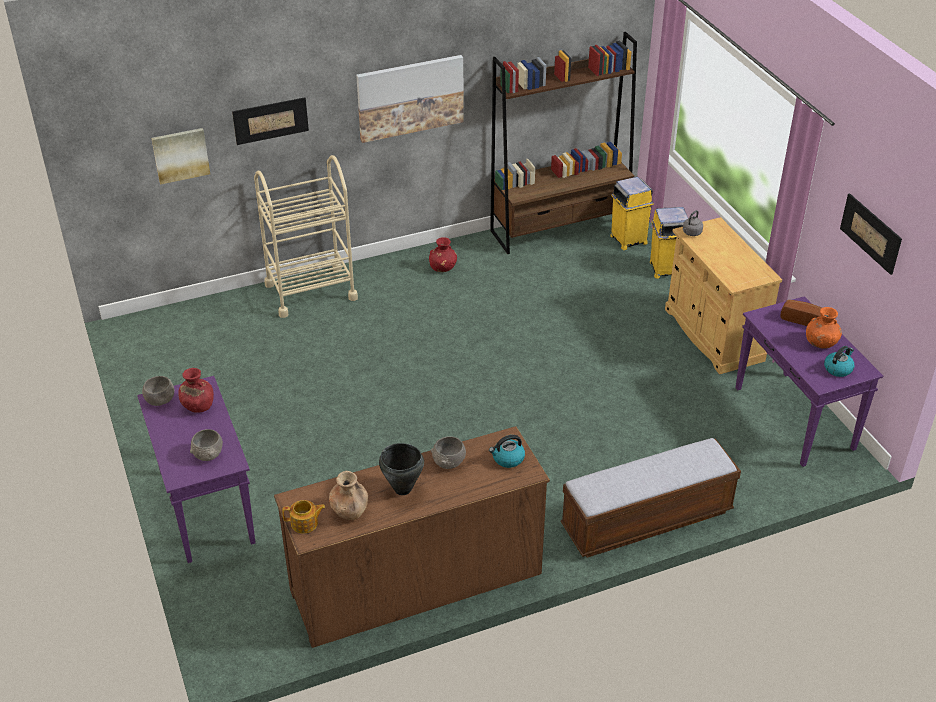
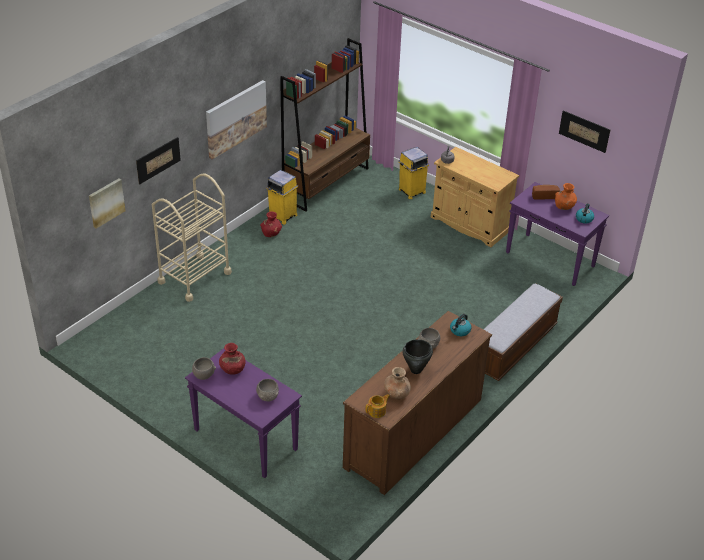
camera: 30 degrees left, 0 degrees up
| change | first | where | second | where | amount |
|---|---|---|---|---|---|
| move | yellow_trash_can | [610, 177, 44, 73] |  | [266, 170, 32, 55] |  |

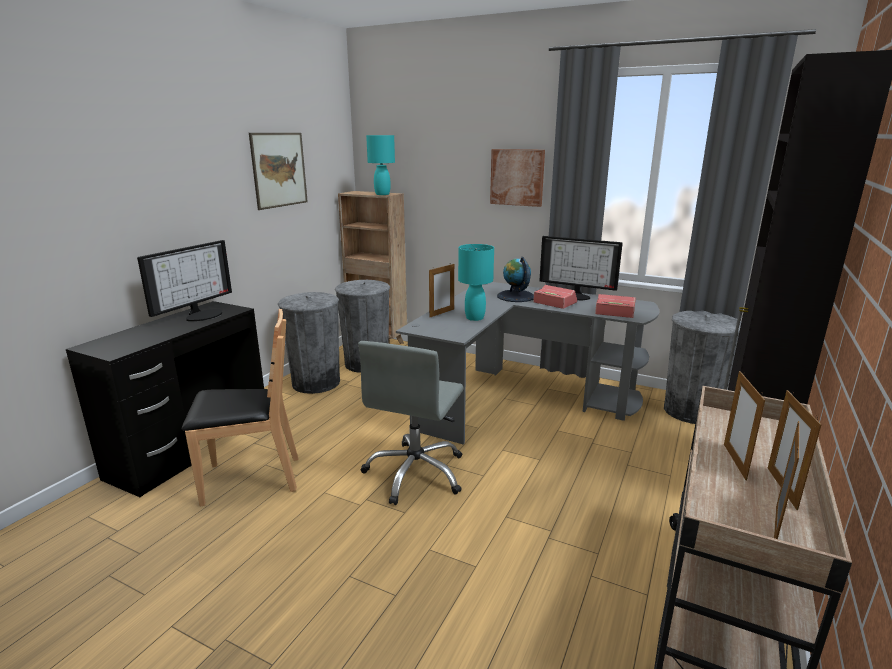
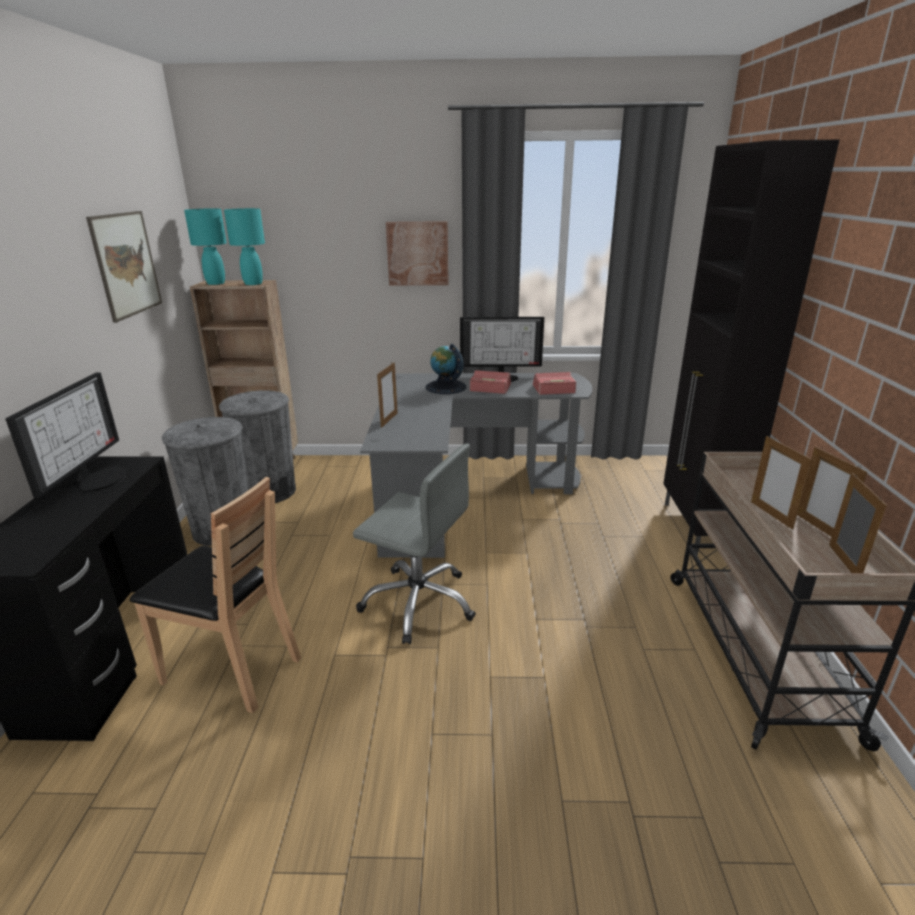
camera: 25 degrees left, 5 degrees up
| change | first | where | second | where | amount |
|---|---|---|---|---|---|
| delete | grey_trash_can | [664, 311, 77, 113] |  |  |  |
| move | turquoise_table_lamp | [458, 244, 36, 77] |  | [184, 209, 43, 76] |  |
| rotate | brown_chair | [182, 309, 116, 197] |  | [130, 477, 171, 236] | 60 degrees clockwise |
| rotate | grey_office_chair | [358, 341, 106, 164] |  | [353, 444, 123, 200] | 60 degrees counterclockwise |

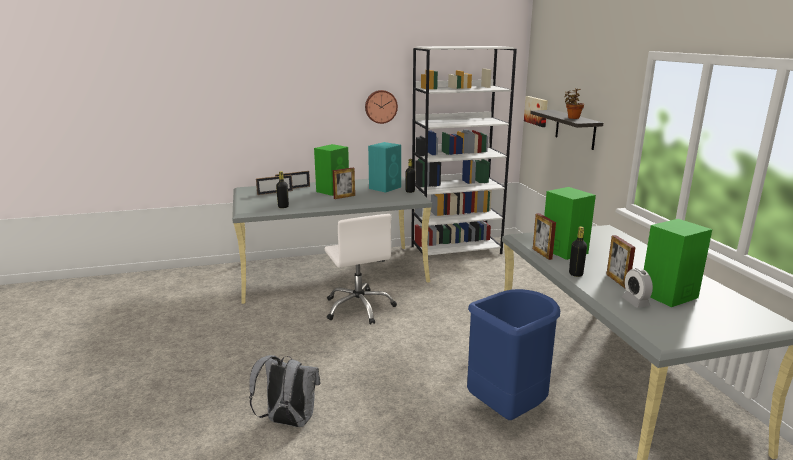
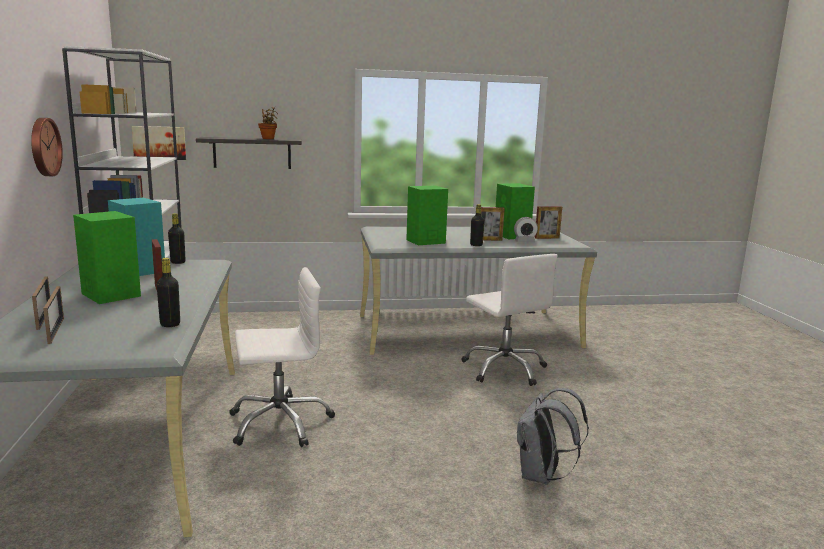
camera: 85 degrees left, 5 degrees down
| change | first | where | second | where | amount |
|---|---|---|---|---|---|
| move | picture_frame | [533, 213, 23, 47] |  | [535, 206, 27, 33] |  |
| replace | blue_trash_can | [467, 289, 93, 131] | white_office_chair | [461, 254, 96, 132] |  |

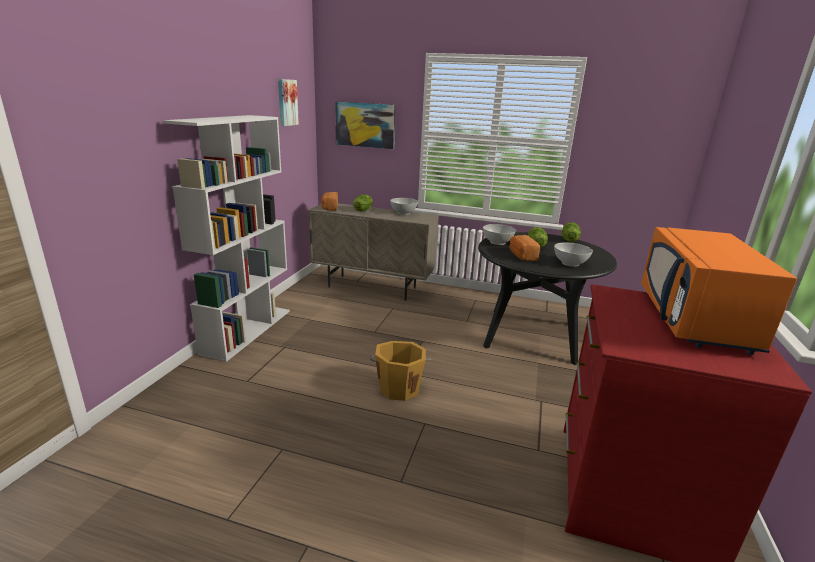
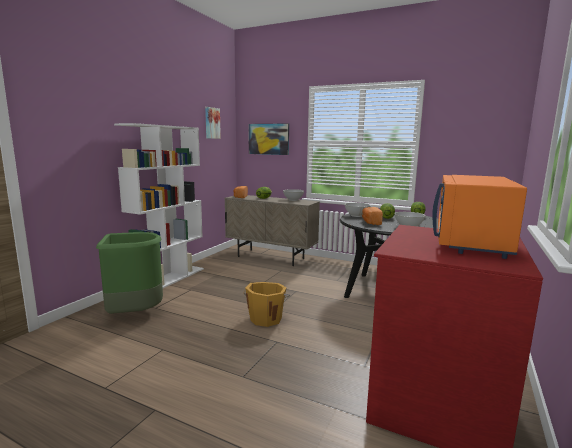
camera: 10 degrees right, 10 degrees down
| change | first | where | second | where | amount |
|---|---|---|---|---|---|
| insert |  |  | green_trash_can | [96, 232, 67, 82] |  |

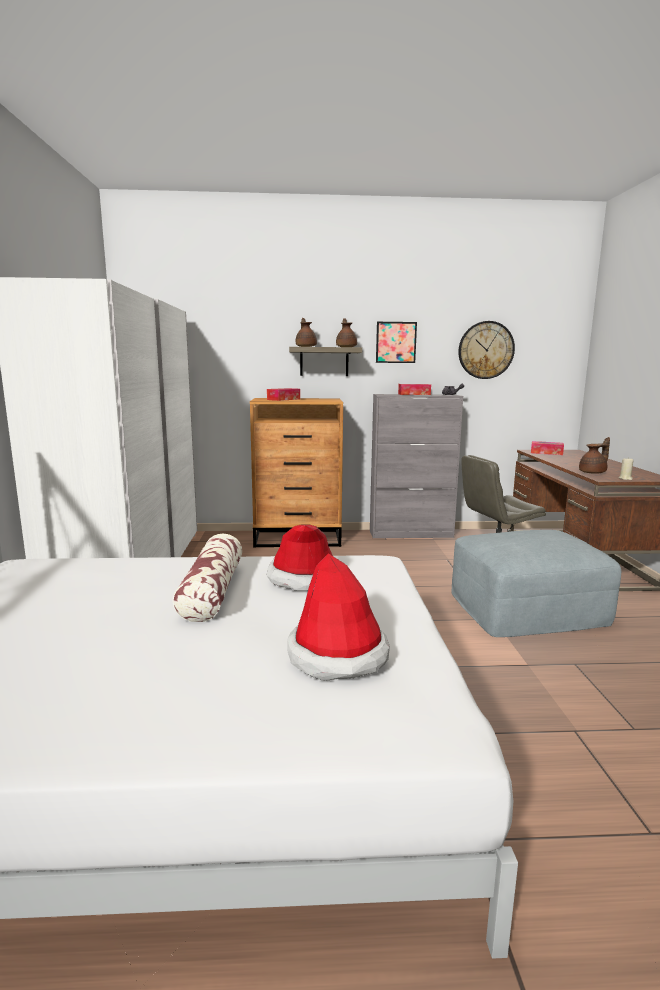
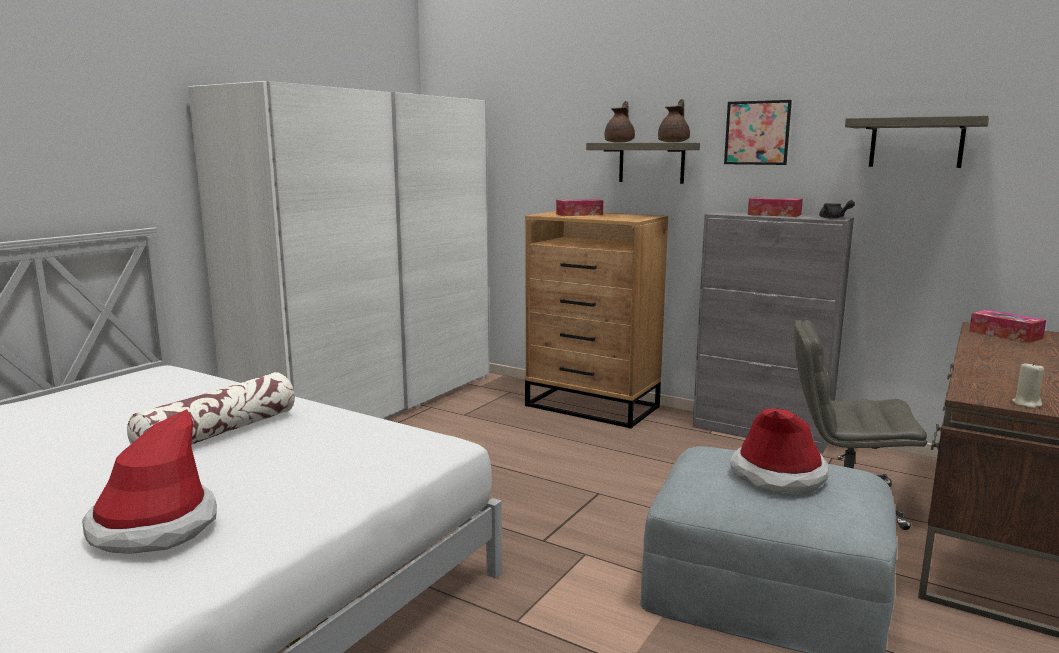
camera: 35 degrees right, 0 degrees up
| change | first | where | second | where | amount |
|---|---|---|---|---|---|
| delete | brown_teapot | [579, 437, 31, 37] |  |  |  |
| move | hat | [267, 525, 66, 65] |  | [730, 408, 99, 85] |  |
| replace | wall_clock | [458, 321, 57, 58] | shelf | [845, 116, 144, 52] |  |

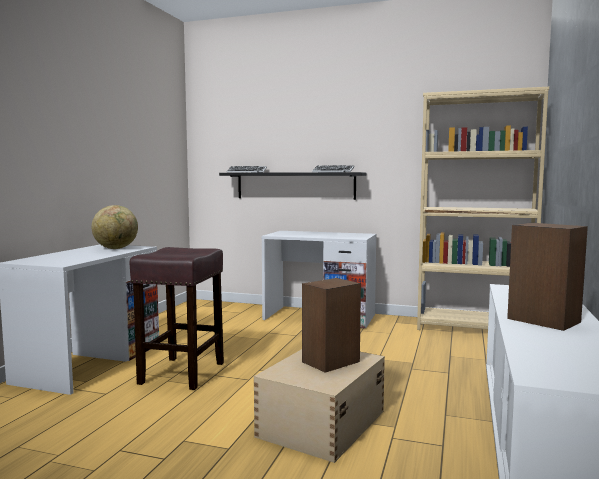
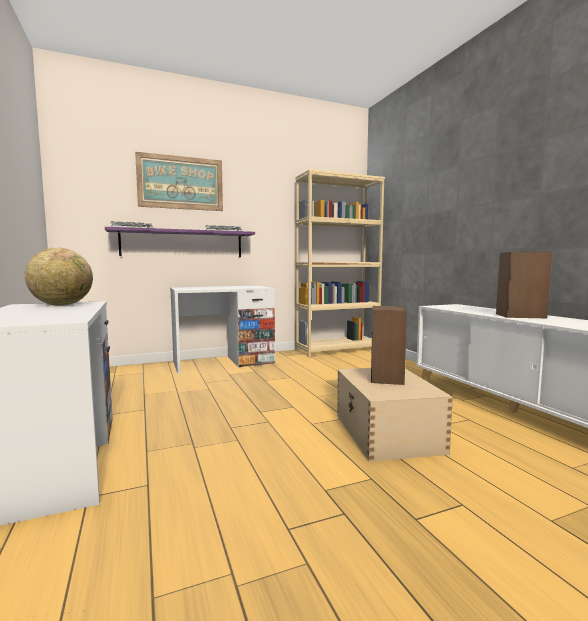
camera: 40 degrees left, 0 degrees up
| change | first | where | second | where | amount |
|---|---|---|---|---|---|
| delete | brown_stool | [129, 247, 95, 143] |  |  |  |
| insert |  |  | picture | [135, 152, 88, 59] |  |
| recolor | black_shelf | [219, 172, 147, 28] | purple_shelf | [105, 227, 150, 30] |  |

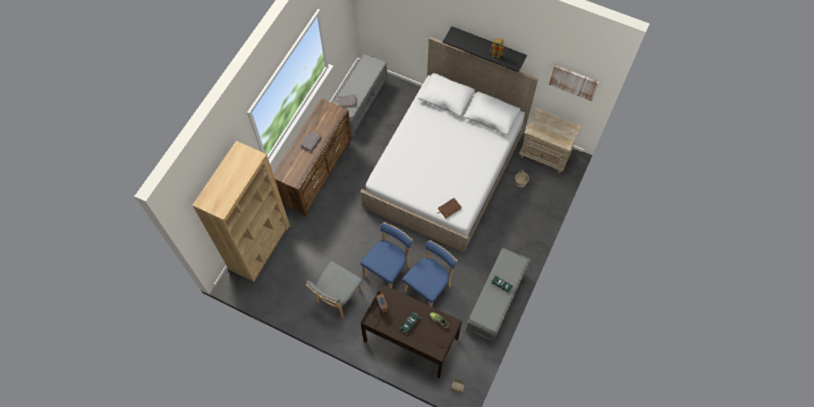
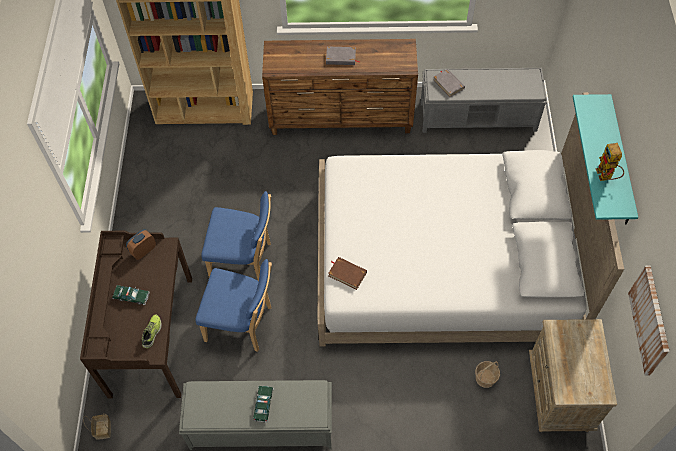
camera: 65 degrees right, 5 degrees down
| change | first | where | second | where | amount |
|---|---|---|---|---|---|
| delete | grey_chair | [306, 261, 57, 57] |  |  |  |
| recolor | black_shelf | [443, 26, 84, 46] | turquoise_shelf | [573, 94, 65, 130] |  |

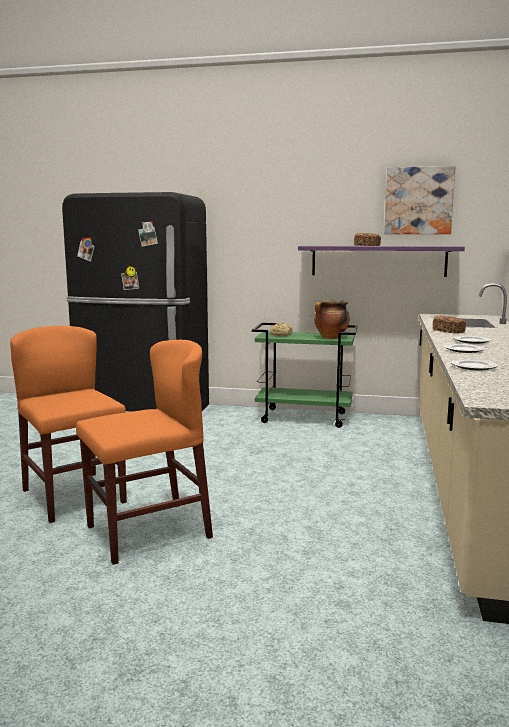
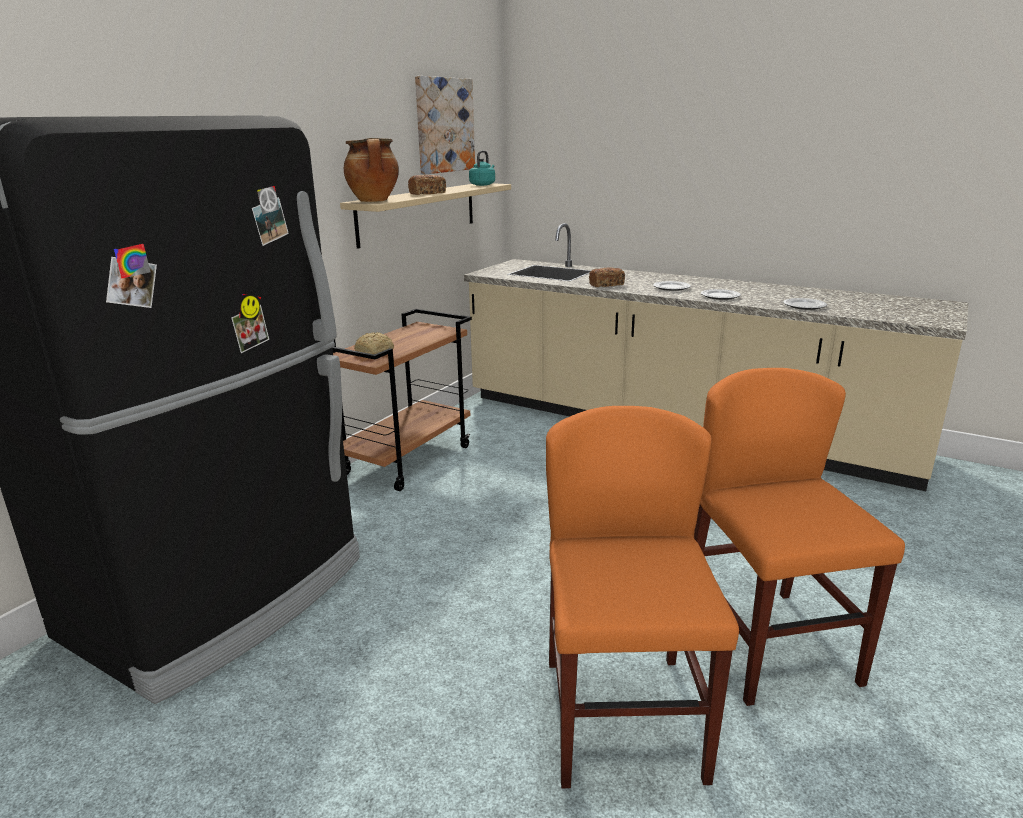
camera: 70 degrees left, 10 degrees up
| change | first | where | second | where | amount |
|---|---|---|---|---|---|
| insert |  |  | turquoise_kettle | [469, 150, 26, 36] |  |
| move | cooking_pot | [314, 300, 36, 39] |  | [344, 138, 55, 64] |  |
| recolor | green_cart | [252, 323, 106, 105] | brown_cart | [332, 309, 140, 182] |  |
| recolor | purple_shelf | [298, 246, 167, 31] | beige_shelf | [340, 183, 171, 66] |  |
| rotate | orange_chair | [10, 326, 117, 197] |  | [546, 406, 193, 382] | 105 degrees clockwise |

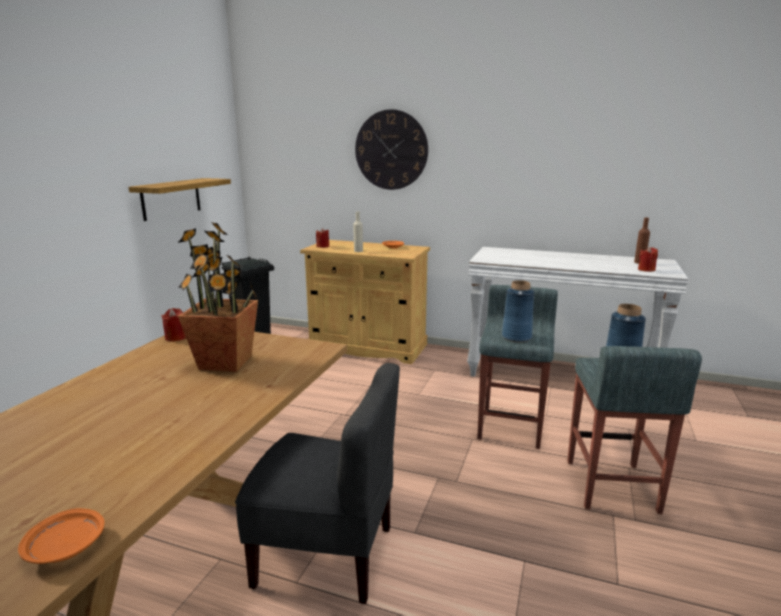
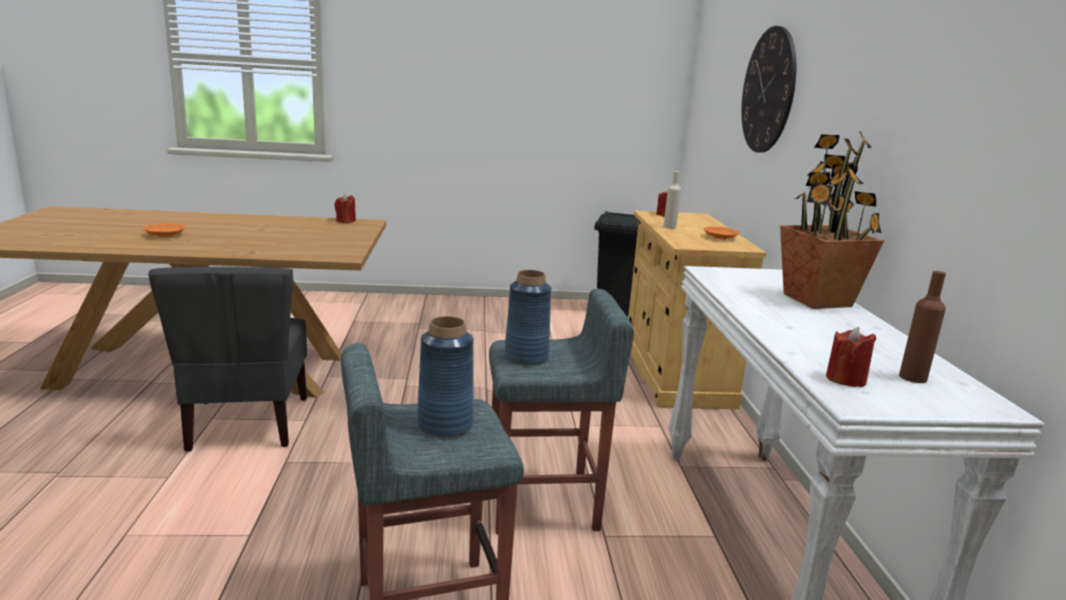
camera: 65 degrees right, 0 degrees up
| change | first | where | second | where | amount |
|---|---|---|---|---|---|
| delete | shelf | [128, 178, 103, 43] |  |  |  |
| move | orange_plate | [18, 508, 87, 56] |  | [143, 223, 42, 14] |  |
| move | potted_plant | [178, 222, 80, 150] |  | [780, 131, 104, 178] |  |

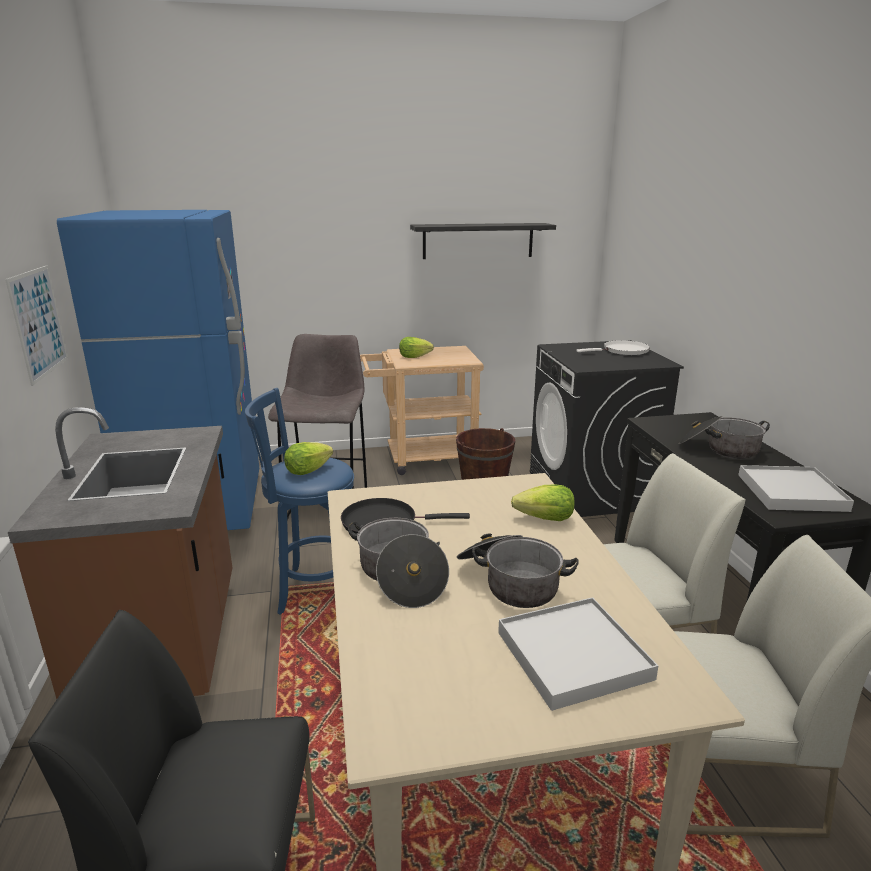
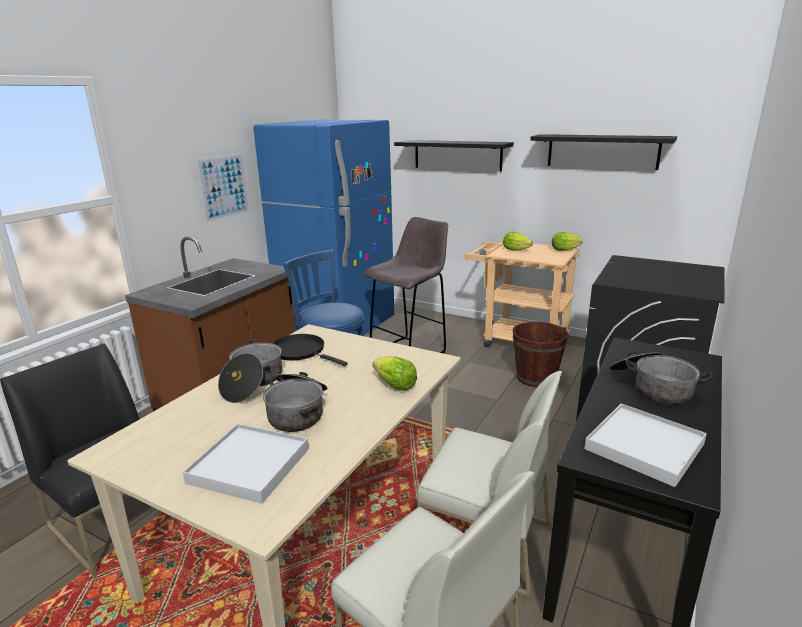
camera: 40 degrees right, 0 degrees up
| change | first | where | second | where | amount |
|---|---|---|---|---|---|
| delete | white_frying_pan | [576, 340, 74, 15] |  |  |  |
| insert |  |  | black_shelf | [394, 140, 120, 32] |  |
| move | lettuce | [284, 442, 49, 33] |  | [552, 232, 31, 19] |  |

